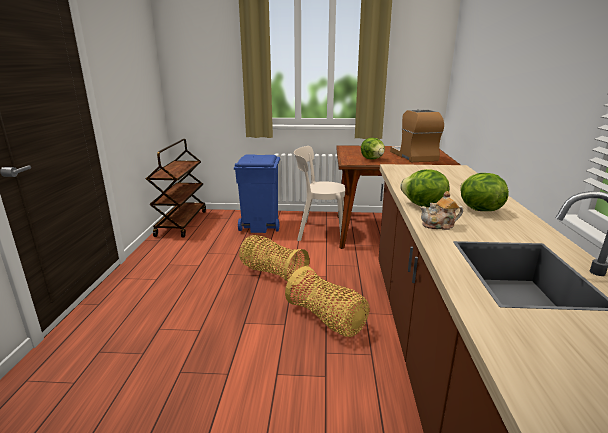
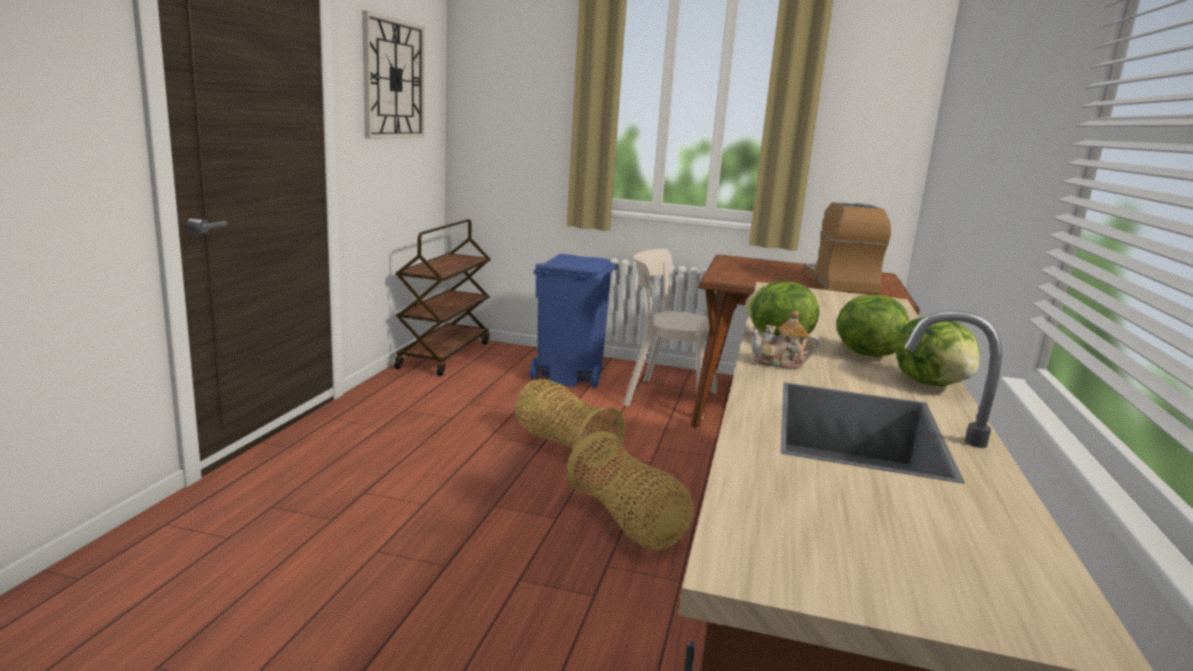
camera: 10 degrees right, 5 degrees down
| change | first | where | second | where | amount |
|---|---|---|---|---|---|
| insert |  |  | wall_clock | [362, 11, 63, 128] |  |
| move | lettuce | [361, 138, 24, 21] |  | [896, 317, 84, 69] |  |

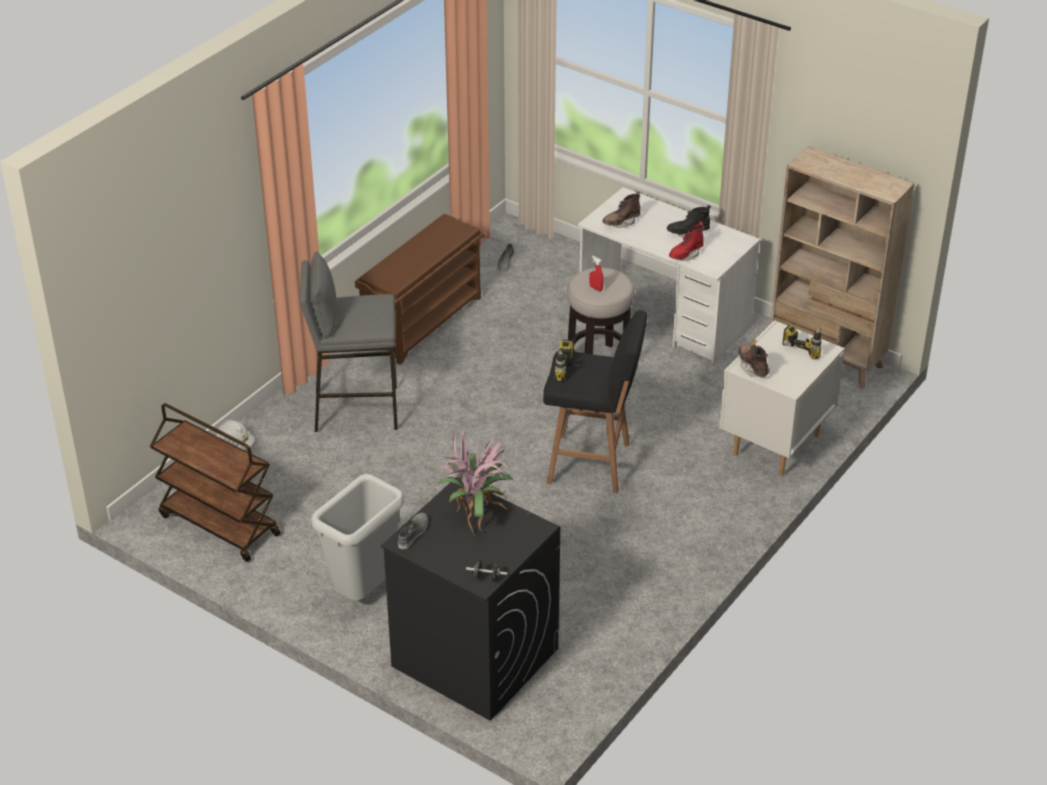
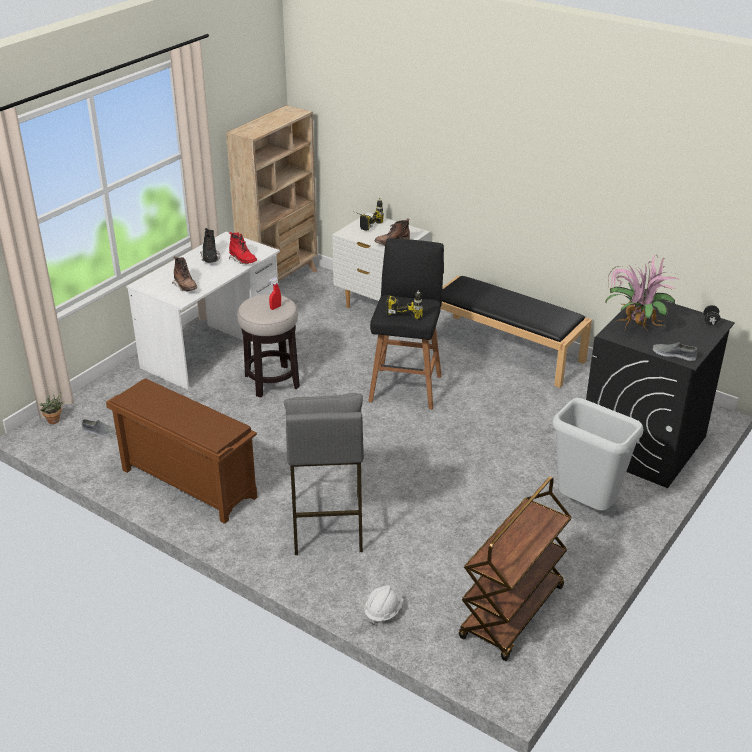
camera: 90 degrees left, 5 degrees down
| change | first | where | second | where | amount |
|---|---|---|---|---|---|
| insert |  |  | potted_plant | [39, 392, 25, 32] |  |
| insert |  |  | black_bench | [431, 276, 161, 112] |  |

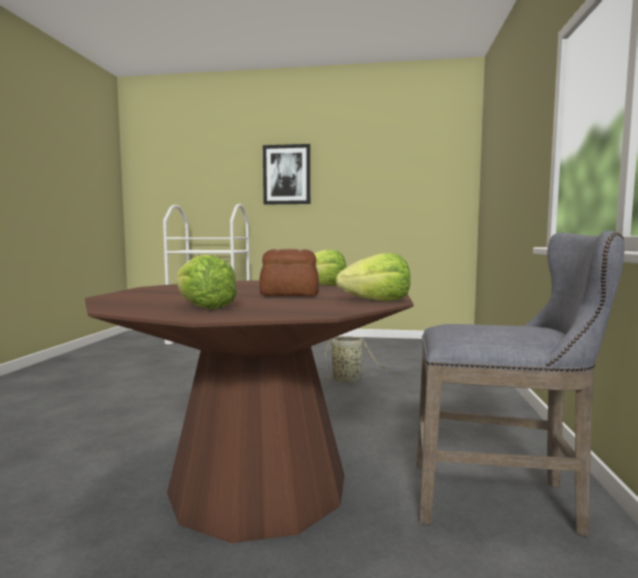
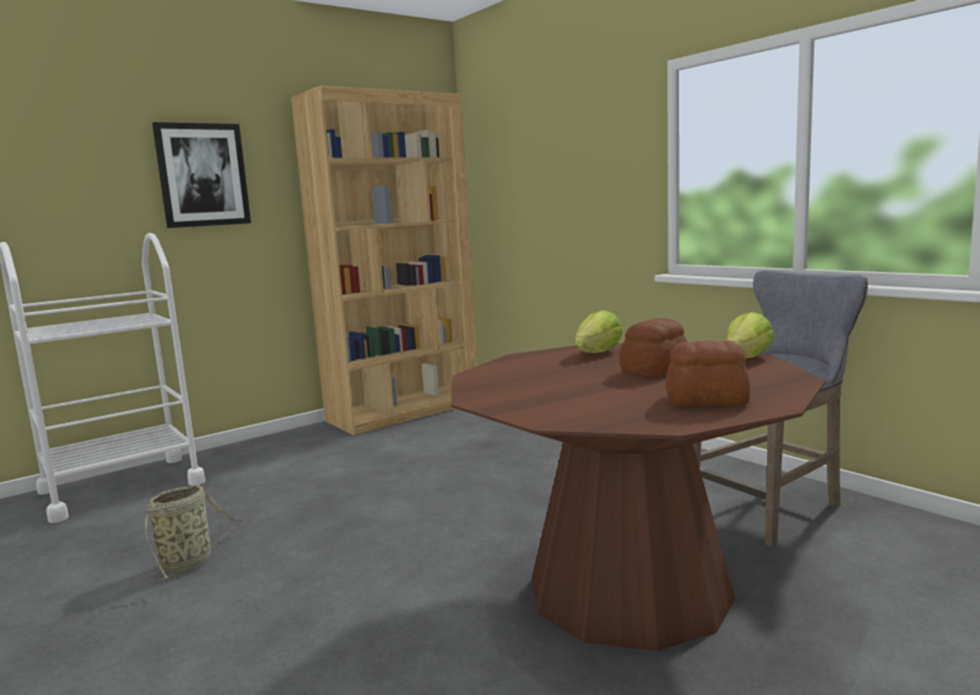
camera: 45 degrees left, 5 degrees up
| change | first | where | second | where | amount |
|---|---|---|---|---|---|
| insert |  |  | brown_bookcase | [291, 85, 186, 350] |  |
| move | basket | [325, 336, 63, 47] |  | [138, 485, 106, 99] |  |
| replace | lettuce | [176, 255, 61, 54] | bread | [667, 340, 83, 66] |  |

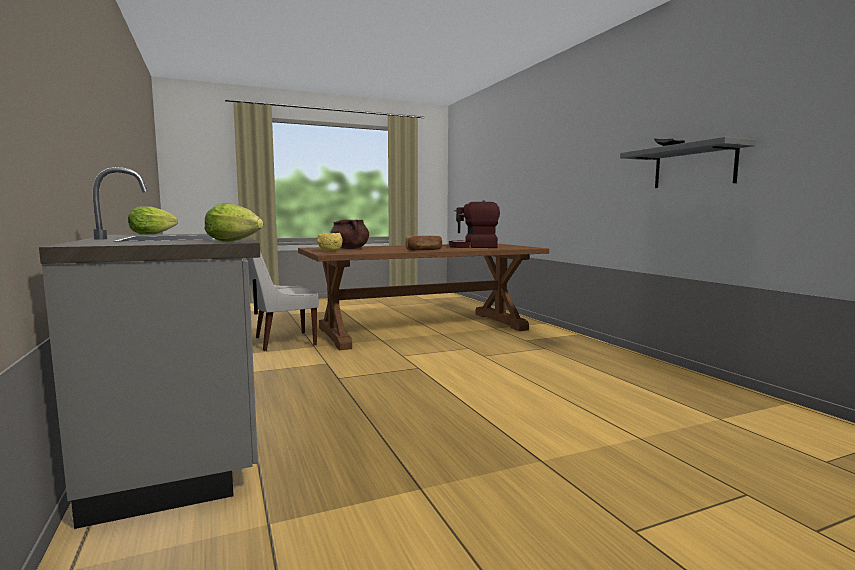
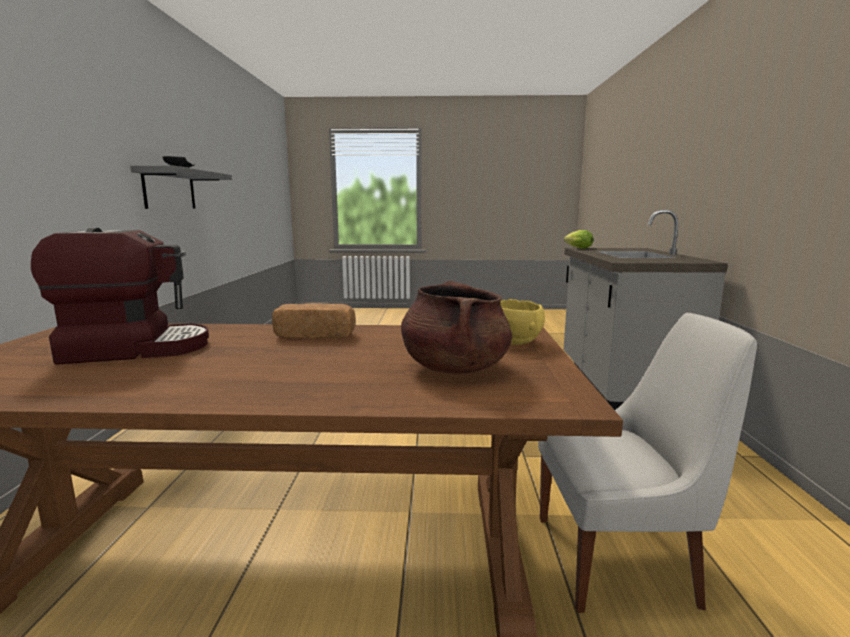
camera: 155 degrees left, 5 degrees up
| change | first | where | second | where | amount |
|---|---|---|---|---|---|
| delete | lettuce | [128, 206, 50, 29] |  |  |  |
| rotate | coffee_machine | [449, 201, 51, 47] |  | [31, 228, 178, 137] | 45 degrees counterclockwise |

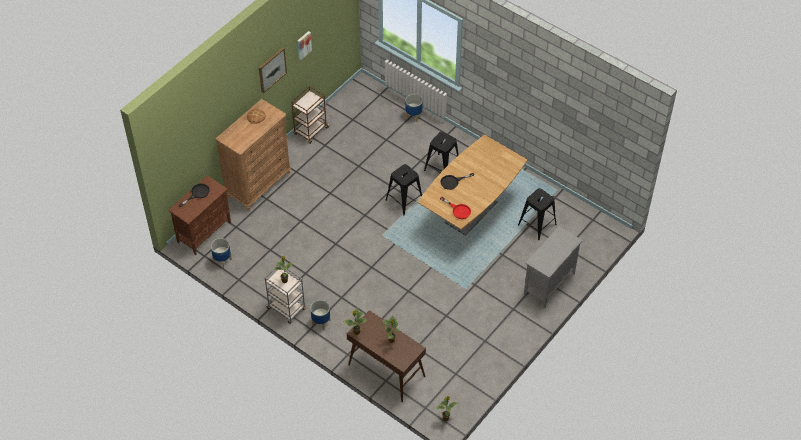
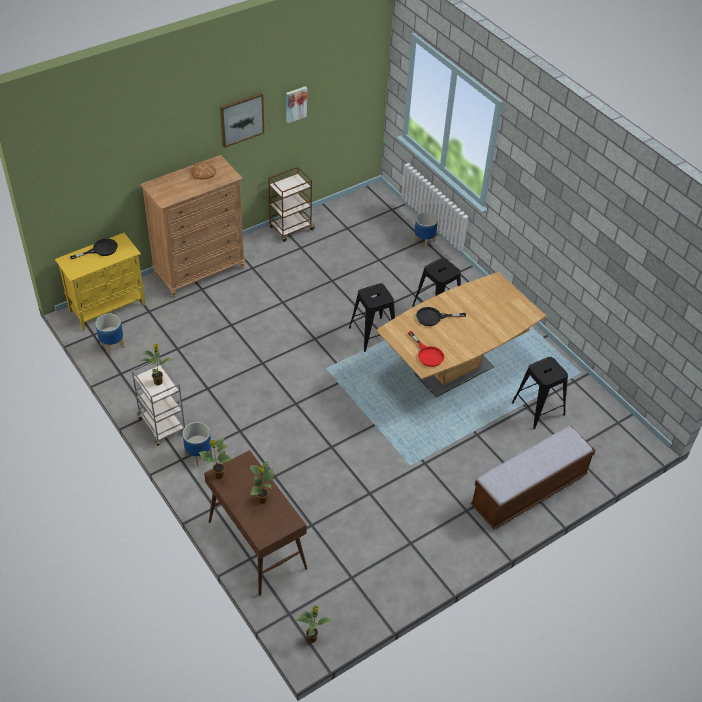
camera: 15 degrees right, 5 degrees down
| change | first | where | second | where | amount |
|---|---|---|---|---|---|
| replace | grey_cabinet | [524, 226, 59, 82] | bench | [471, 426, 125, 103] |  |
| recolor | brown_cabinet | [168, 175, 63, 80] | yellow_cabinet | [55, 233, 91, 98] |  |

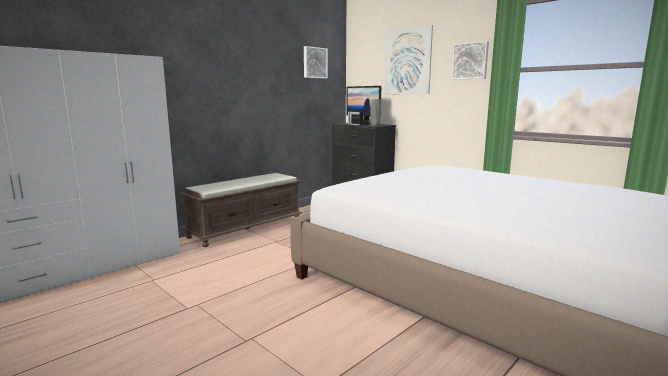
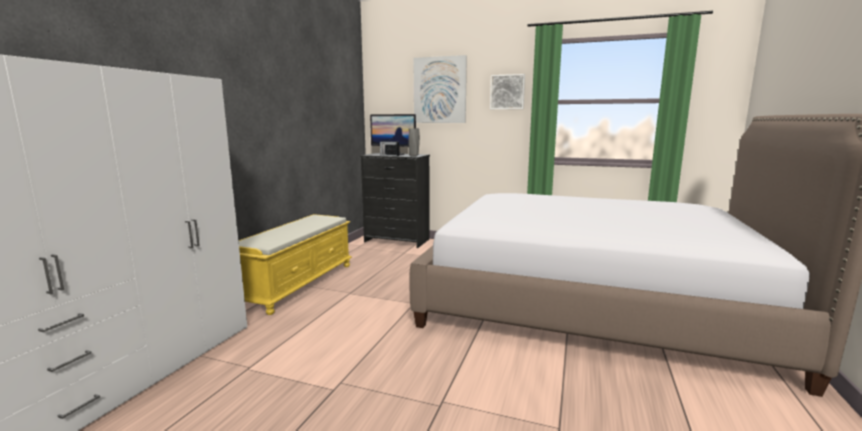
camera: 25 degrees left, 0 degrees up
| change | first | where | second | where | amount |
|---|---|---|---|---|---|
| delete | picture | [304, 46, 24, 33] |  |  |  |
| recolor | brown_bench | [180, 173, 122, 74] | yellow_bench | [239, 214, 113, 101] |  |

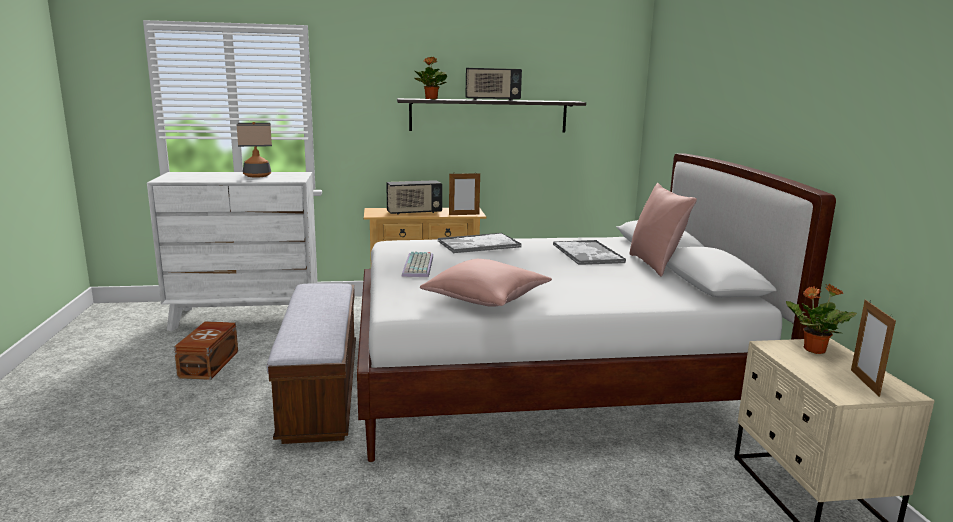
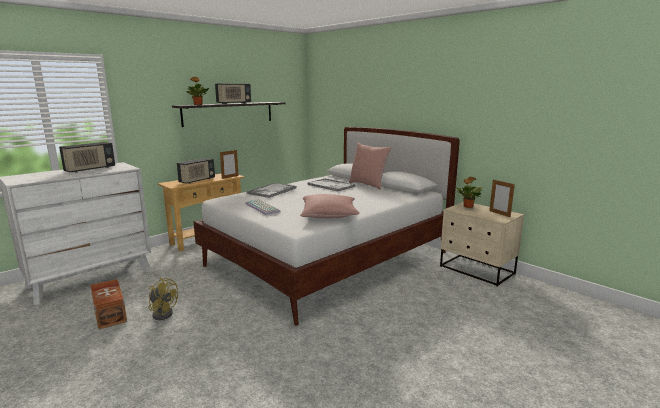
camera: 35 degrees left, 0 degrees up
| change | first | where | second | where | amount |
|---|---|---|---|---|---|
| delete | bench | [267, 283, 89, 161] |  |  |  |
| insert |  |  | yellow_fan | [149, 278, 29, 42] |  |
| replace | table_lamp | [236, 122, 36, 56] | radio | [59, 142, 56, 31] |  |

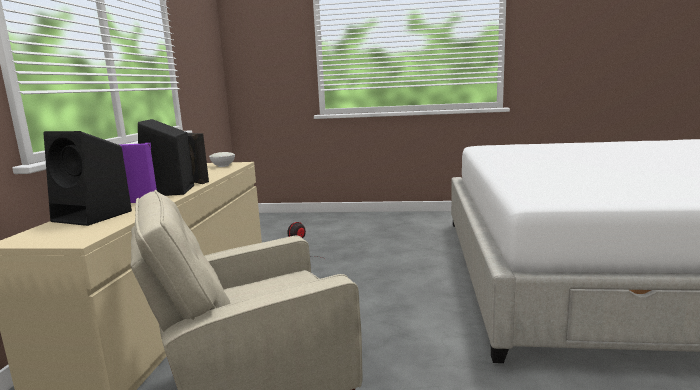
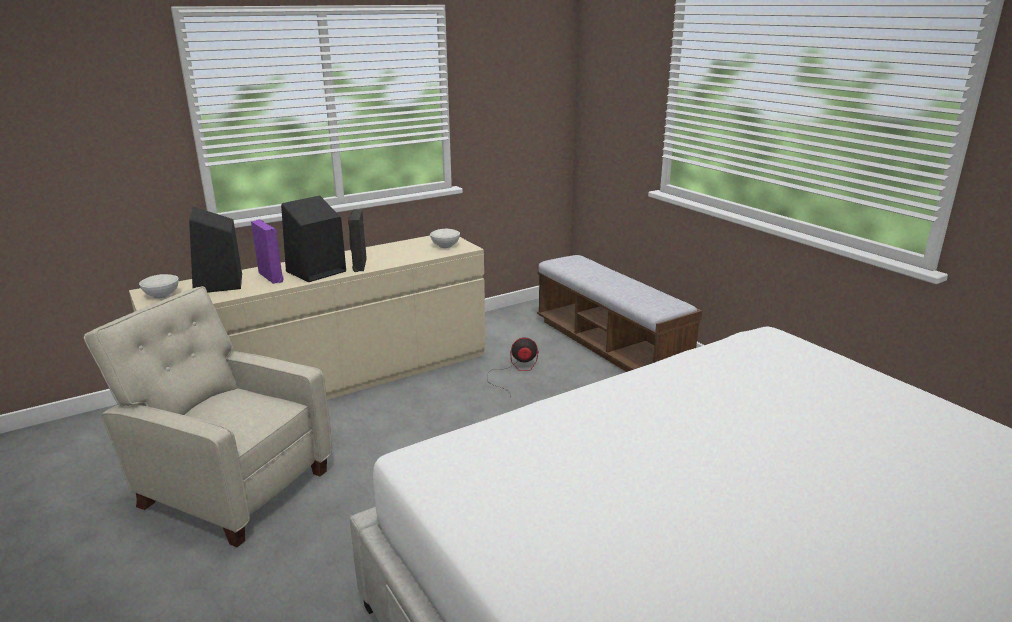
camera: 50 degrees right, 10 degrees up
| change | first | where | second | where | amount |
|---|---|---|---|---|---|
| insert |  |  | white_bowl | [139, 274, 40, 24] |  |
| insert |  |  | bench | [537, 255, 165, 117] |  |

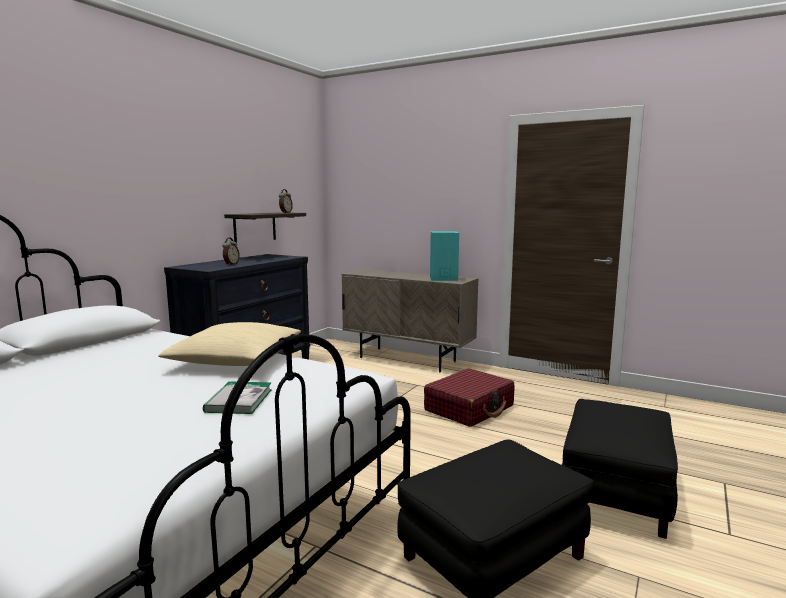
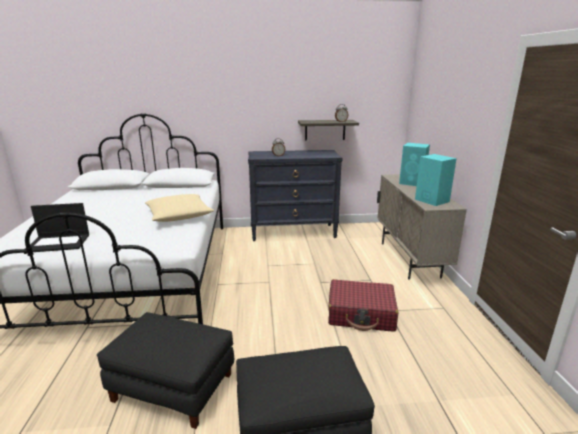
camera: 55 degrees right, 10 degrees up
| change | first | where | second | where | amount |
|---|---|---|---|---|---|
| delete | book | [203, 382, 69, 32] |  |  |  |
| insert |  |  | laptop | [30, 203, 59, 49] |  |
| insert |  |  | turquoise_speaker | [399, 143, 31, 43] |  |

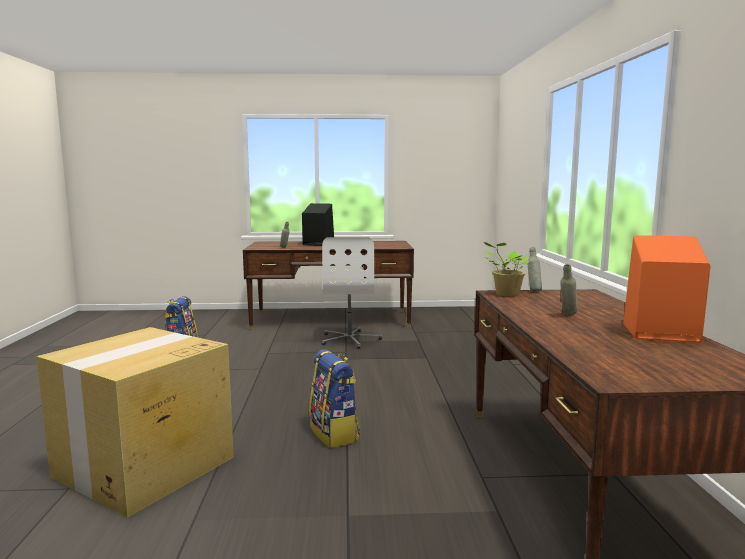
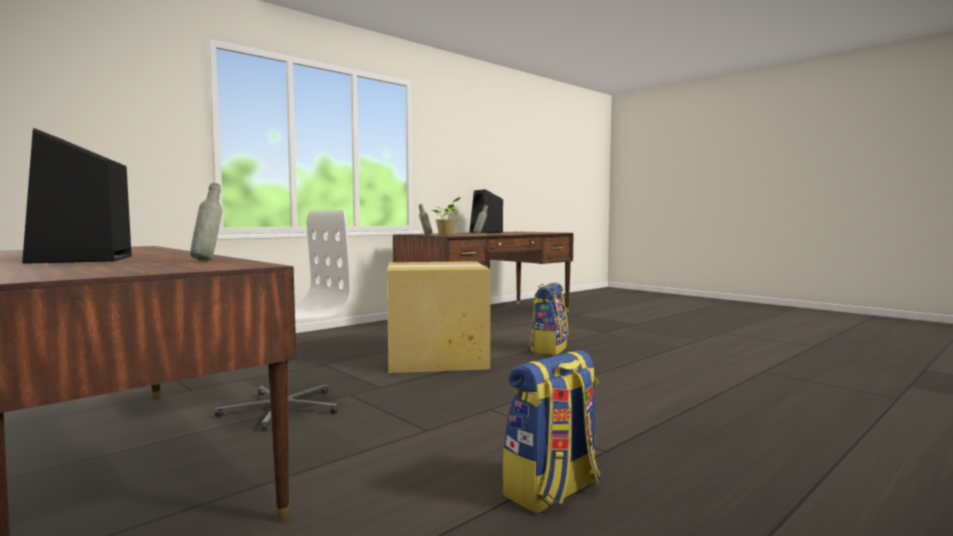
camera: 130 degrees left, 5 degrees down
| change | first | where | second | where | amount |
|---|---|---|---|---|---|
| move | cardboard_box | [36, 327, 198, 191] |  | [387, 261, 103, 112] |  |
| recolor | orange_speaker | [623, 235, 88, 108] | black_speaker | [469, 189, 34, 44] |  |

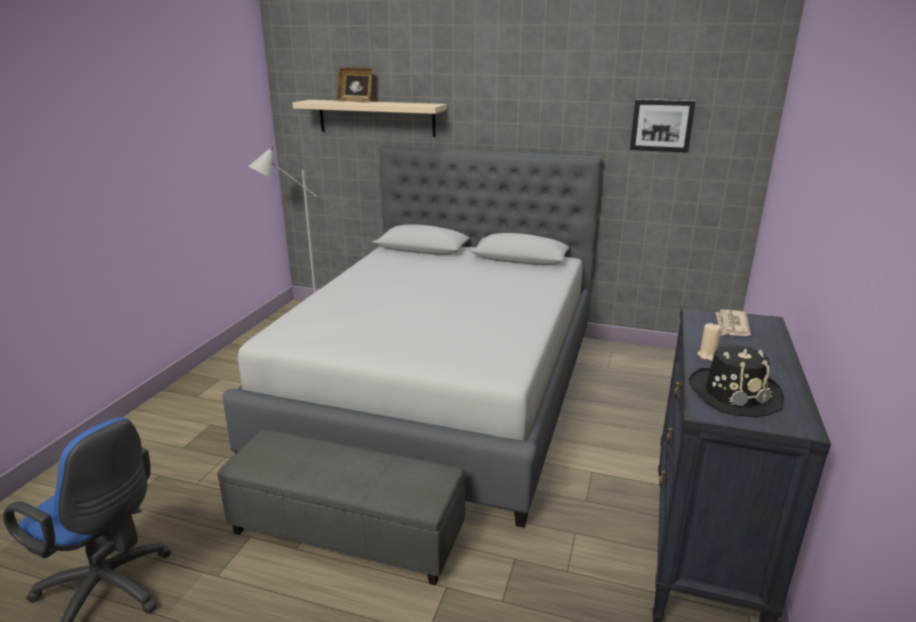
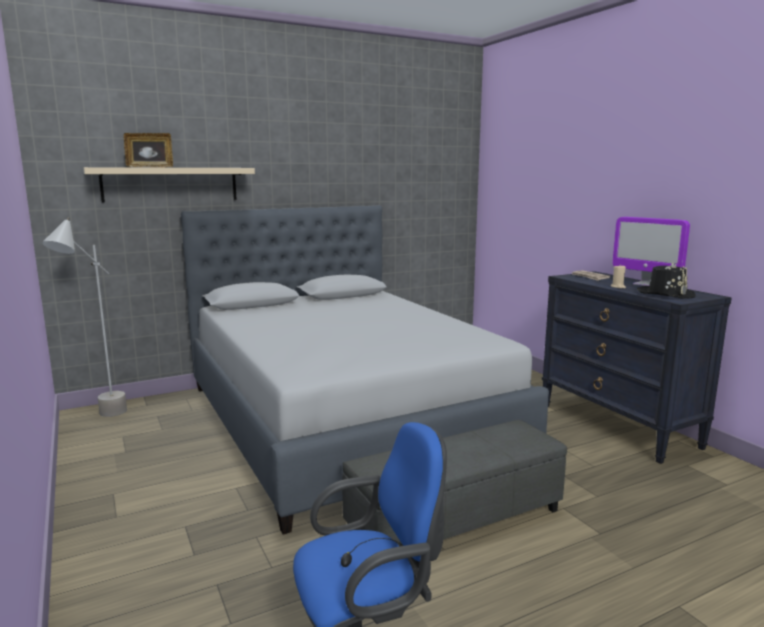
camera: 45 degrees left, 10 degrees down
| change | first | where | second | where | amount |
|---|---|---|---|---|---|
| delete | picture | [630, 99, 66, 54] |  |  |  |
| insert |  |  | monitor | [612, 217, 78, 69] |  |

